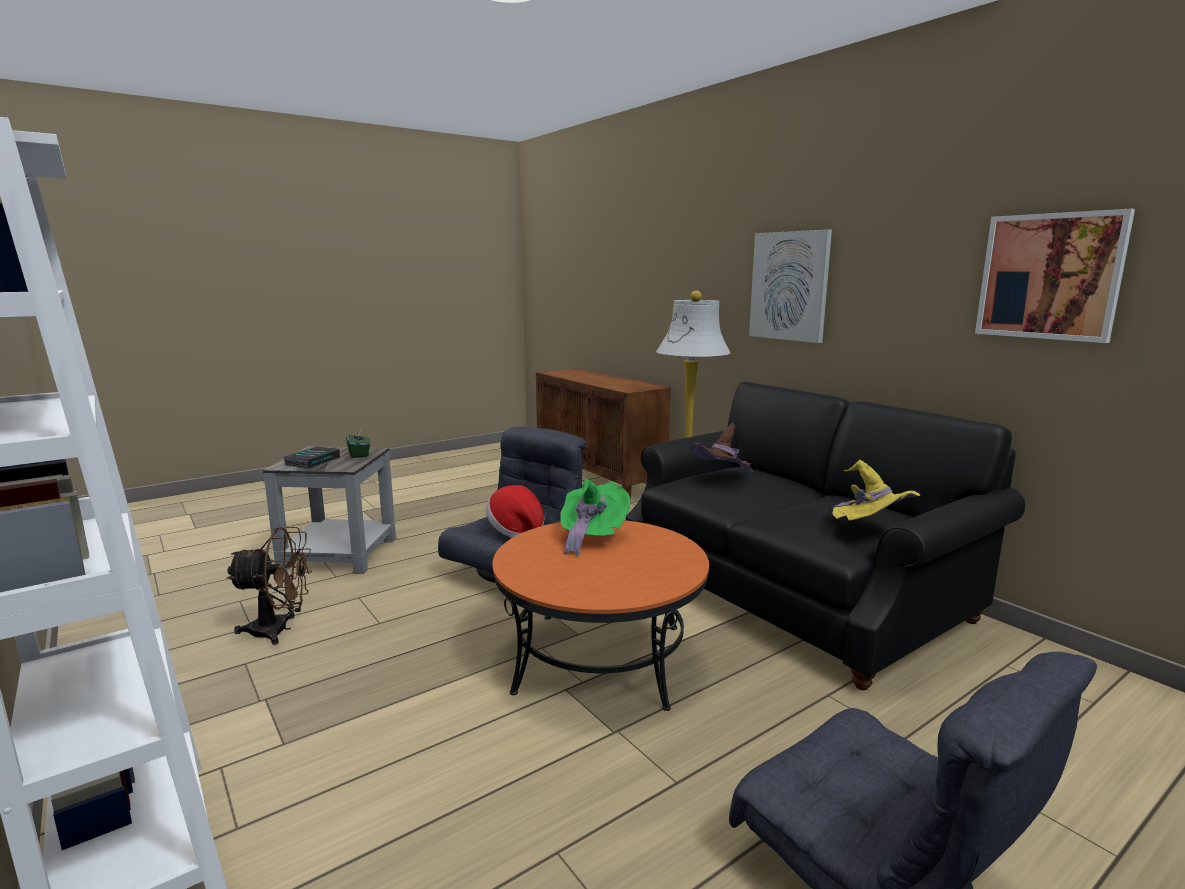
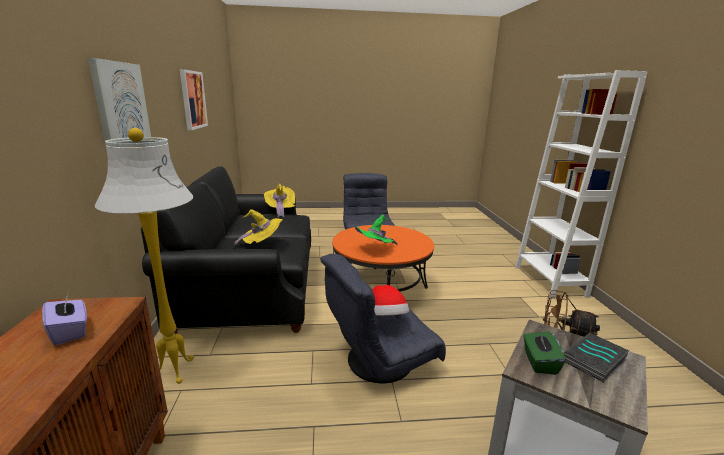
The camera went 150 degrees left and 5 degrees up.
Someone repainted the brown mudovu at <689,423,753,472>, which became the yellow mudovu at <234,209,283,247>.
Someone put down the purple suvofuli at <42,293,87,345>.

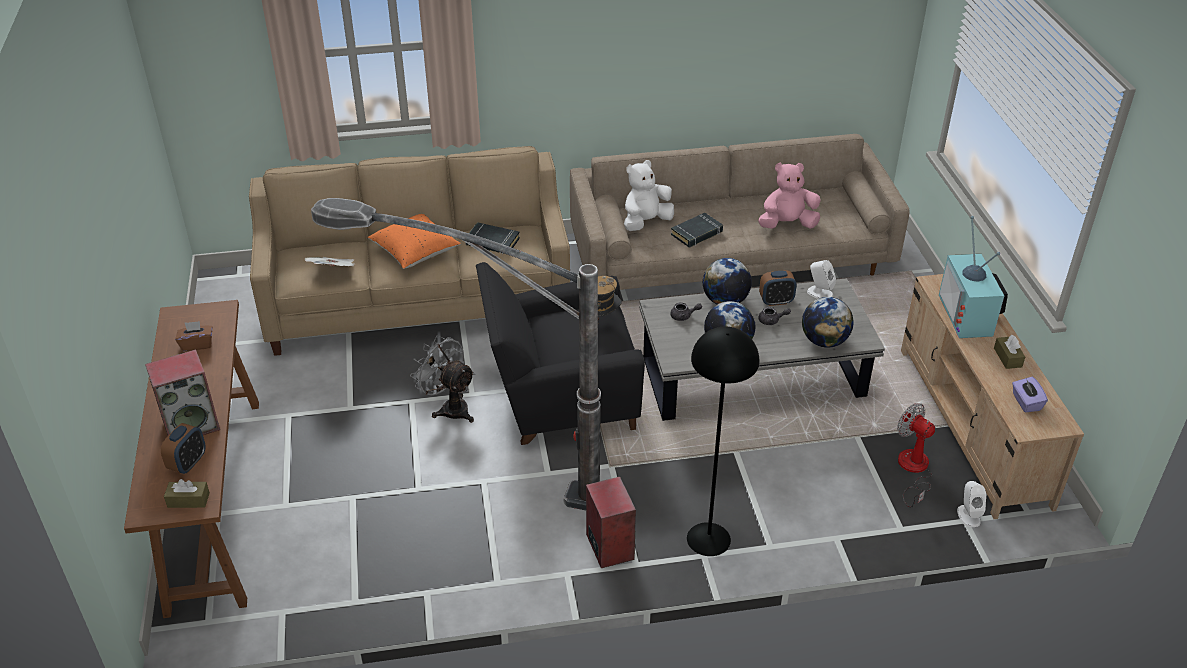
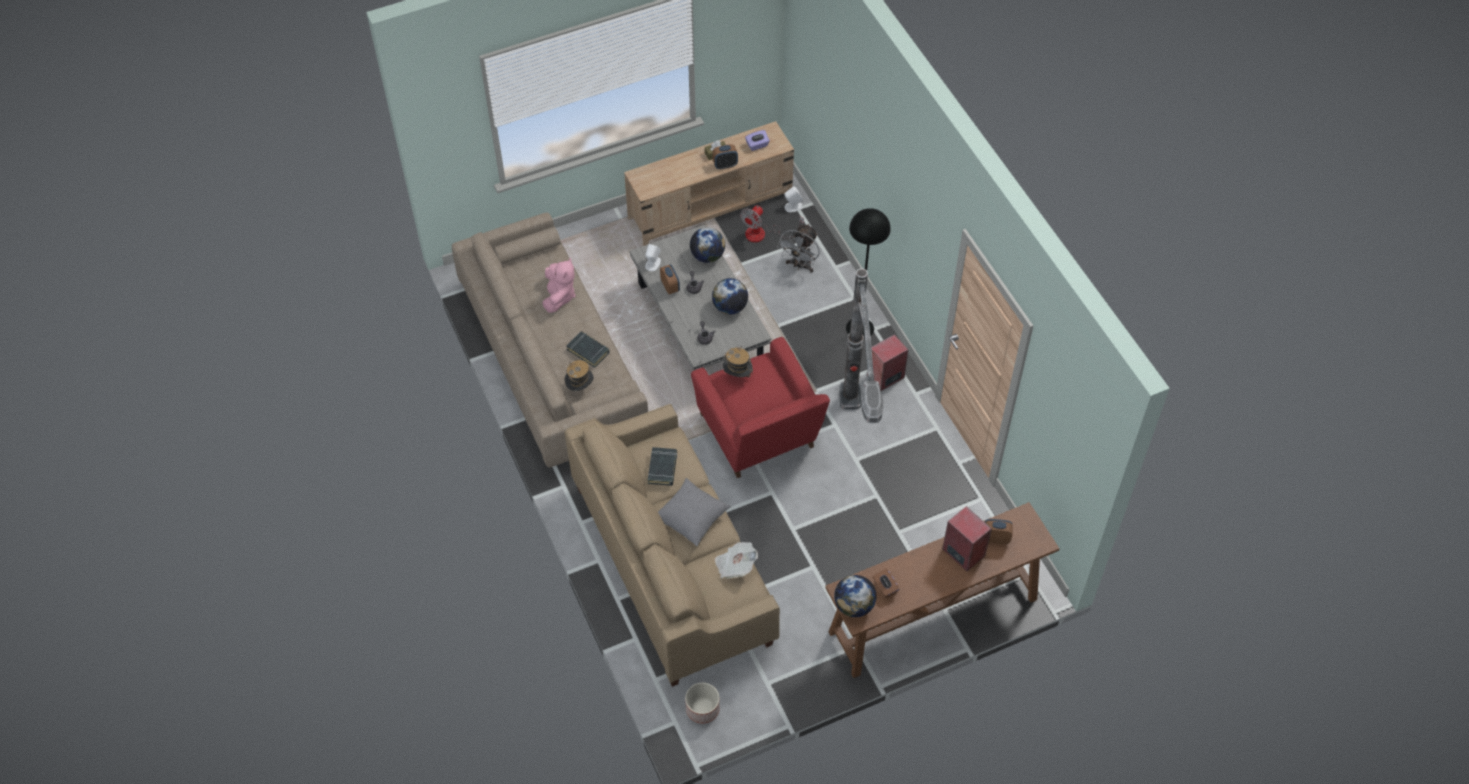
The camera went 105 degrees left and 15 degrees up.
Someone swapped the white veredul at <624,160,674,231> for the mudovu at <565,360,594,391>.
Someone rotated the pink veredul at <758,163,821,229> by 150 degrees counterclockwise.
Someone repainted the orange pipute at <368,214,461,269>, which became the grey pipute at <658,478,731,546>.
Someone took away the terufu at <939,216,1008,338>.
Someone carried the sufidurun from <703,258,752,304> to <834,575,876,617>.
Someone repainted the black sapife at <476,262,645,445>, which became the red sapife at <691,337,830,478>.
Someone carried the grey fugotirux from <410,335,475,423> to <777,224,820,273>.
Someone took away the brown suvofuli at <164,479,210,508>.
Someone put down the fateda at <712,144,738,170>.
Someone put down the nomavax at <685,682,720,724>.

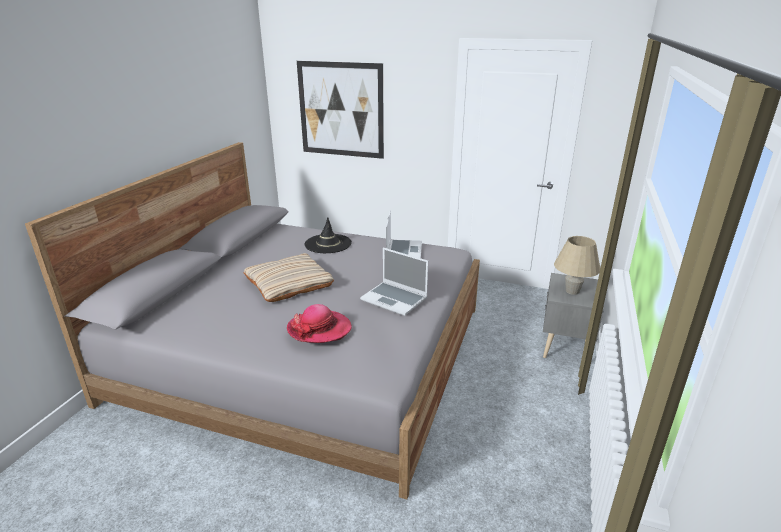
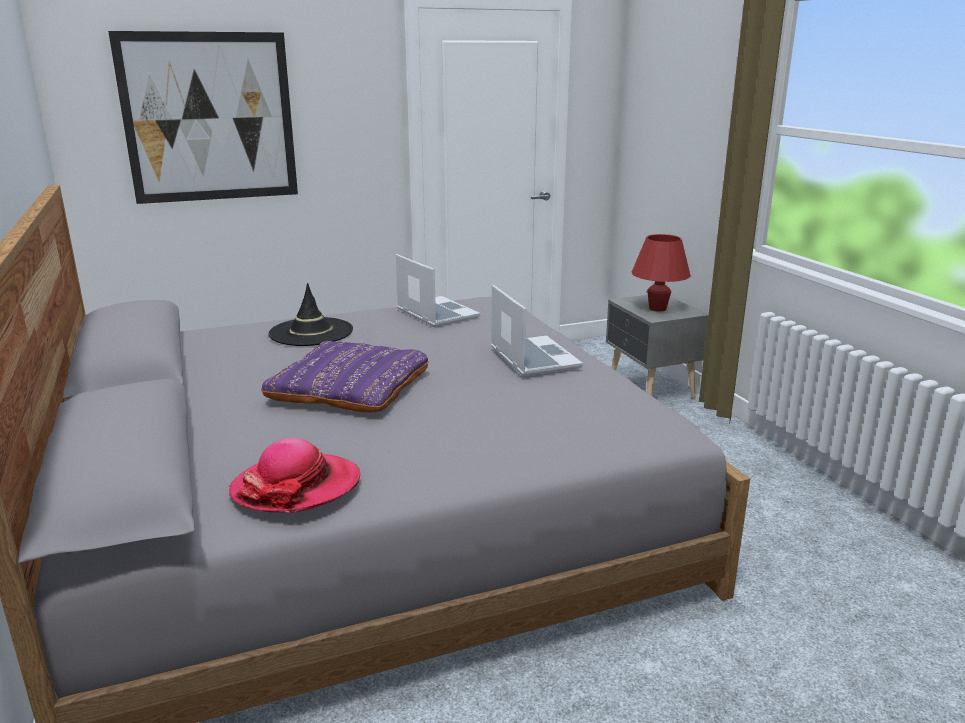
The camera went 40 degrees left and 5 degrees down.
Someone repainted the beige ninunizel at <554,236,600,295>, which became the red ninunizel at <632,234,691,312>.
Someone rotated the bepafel at <360,248,428,316> by 105 degrees counterclockwise.
Someone repainted the beige pipute at <244,253,334,302>, which became the purple pipute at <261,341,429,413>.
Someone carried the mudovu from <287,304,352,343> to <229,438,360,513>.

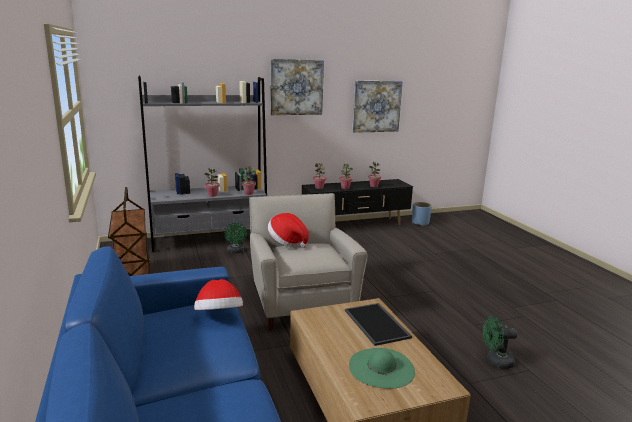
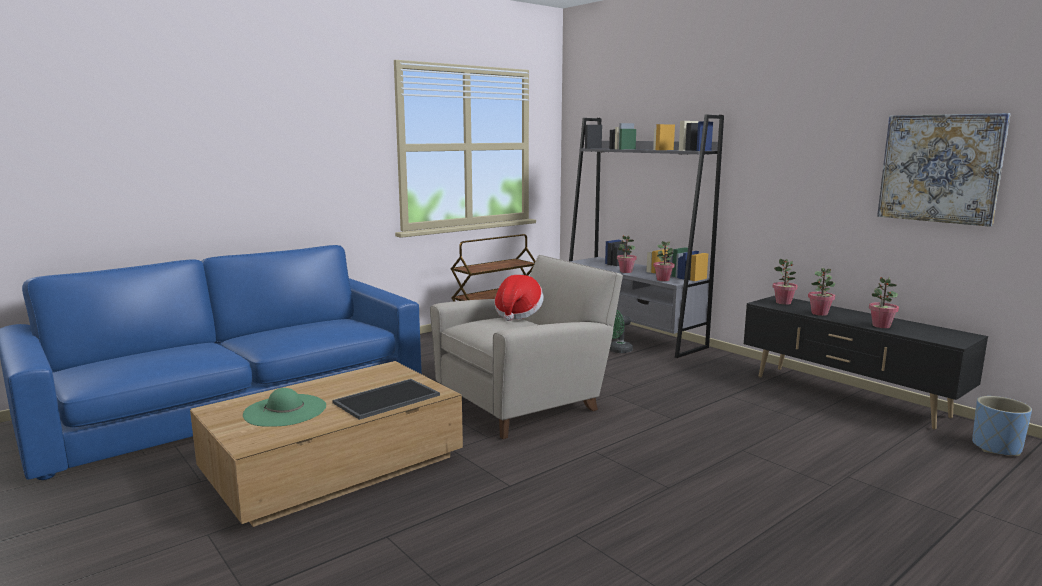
The camera went 70 degrees right and 5 degrees down.
Someone took away the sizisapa at <271,59,324,115>.
Someone took away the mudovu at <194,279,243,310>.
Someone took away the green fugotirux at <483,316,518,369>.

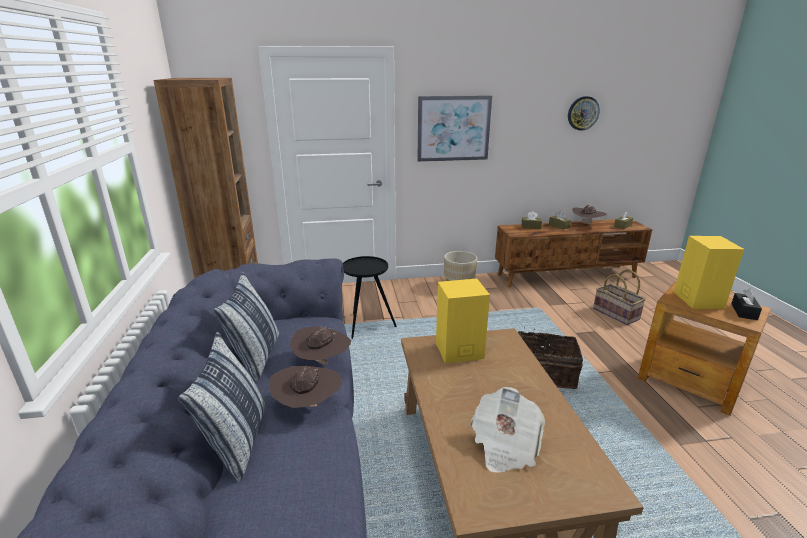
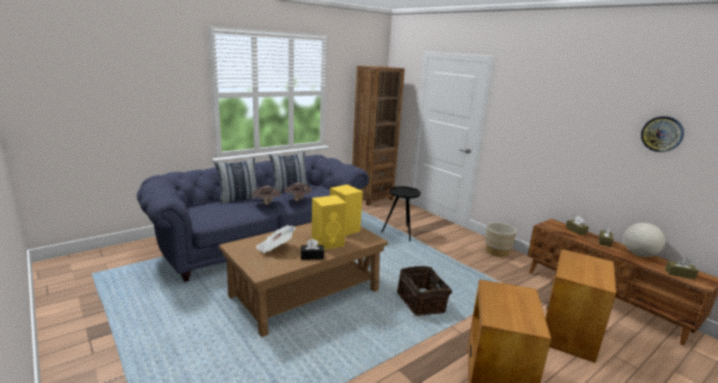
The camera went 60 degrees right and 5 degrees down.
Someone took away the sizisapa at <417,95,492,162>.
Someone swapped the brown mudovu at <572,205,607,225> for the sufidurun at <624,223,665,257>.
Someone carried the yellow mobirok from <674,236,744,309> to <312,195,346,250>.
Someone swapped the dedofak at <593,270,646,325> for the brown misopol at <545,249,616,363>.
Someone carried the black suvofuli from <731,289,762,320> to <301,239,324,260>.

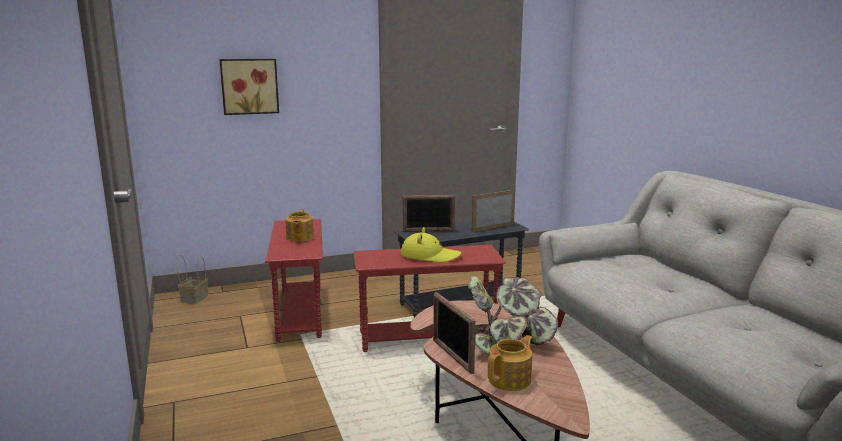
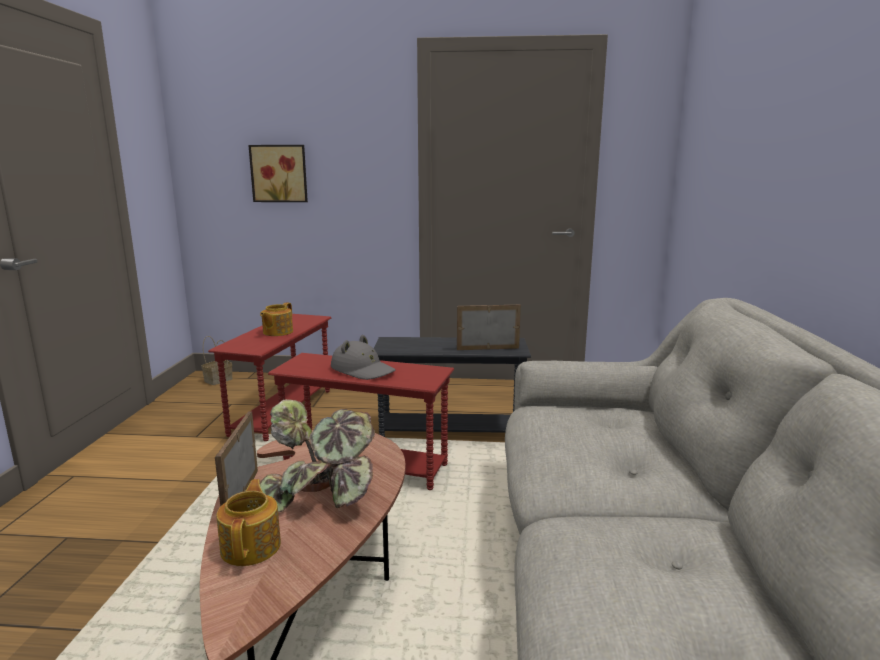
The camera went 25 degrees right and 0 degrees up.
Someone took away the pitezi at <403,195,455,232>.
Someone repainted the yellow mudovu at <401,227,461,262>, which became the grey mudovu at <331,335,396,380>.
Someone rotated the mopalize at <488,335,533,391> by 75 degrees counterclockwise.

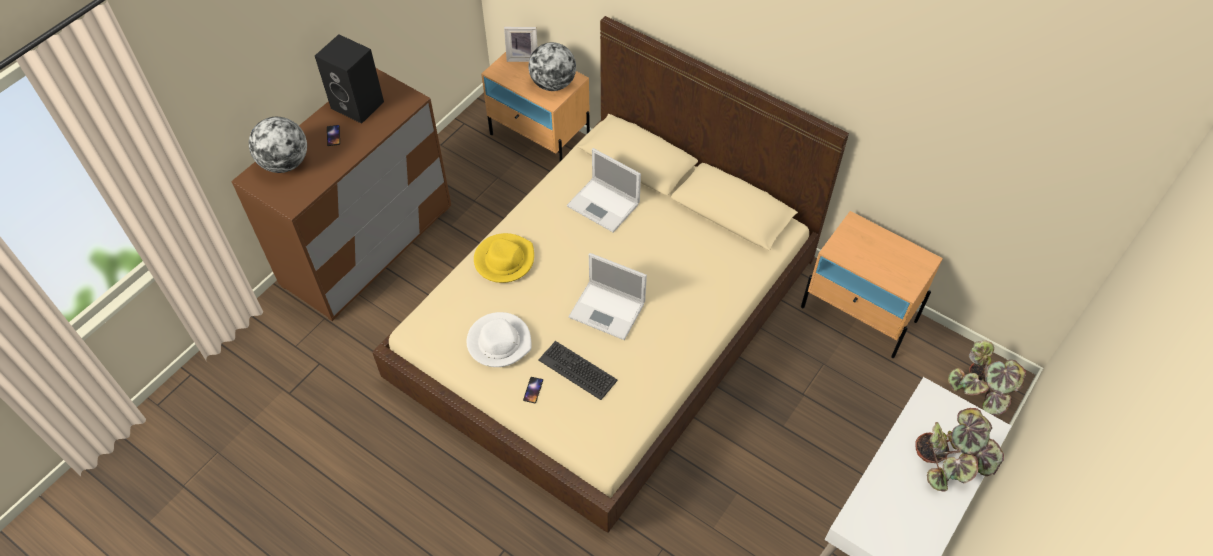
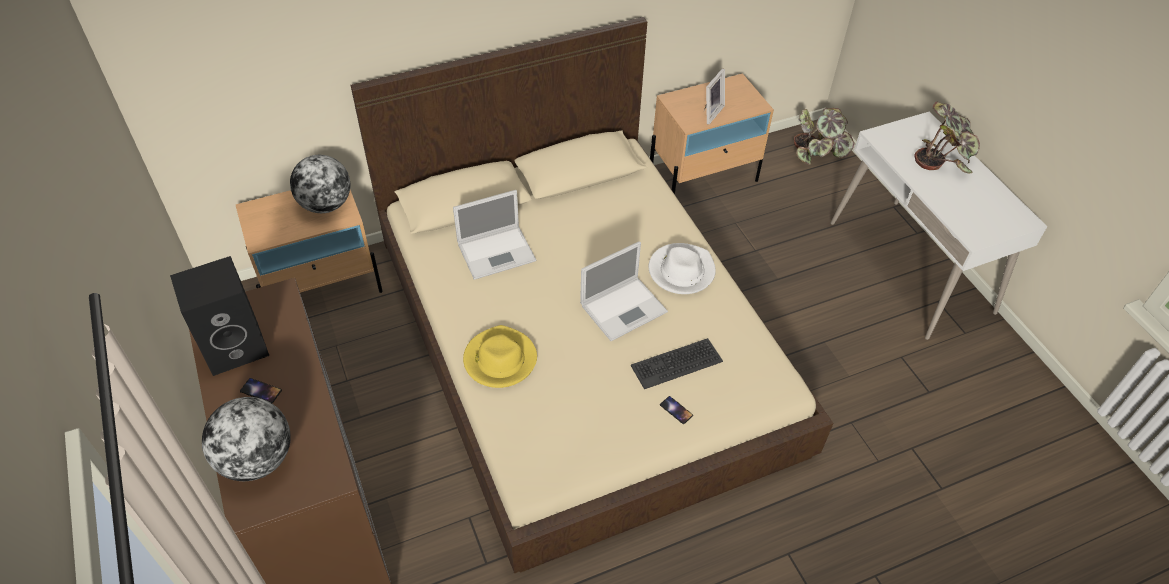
The camera went 60 degrees left and 5 degrees down.
Someone carried the pitezi from <504,27,538,62> to <704,68,725,125>.
Someone carried the white mudovu from <467,312,531,367> to <649,243,716,294>.

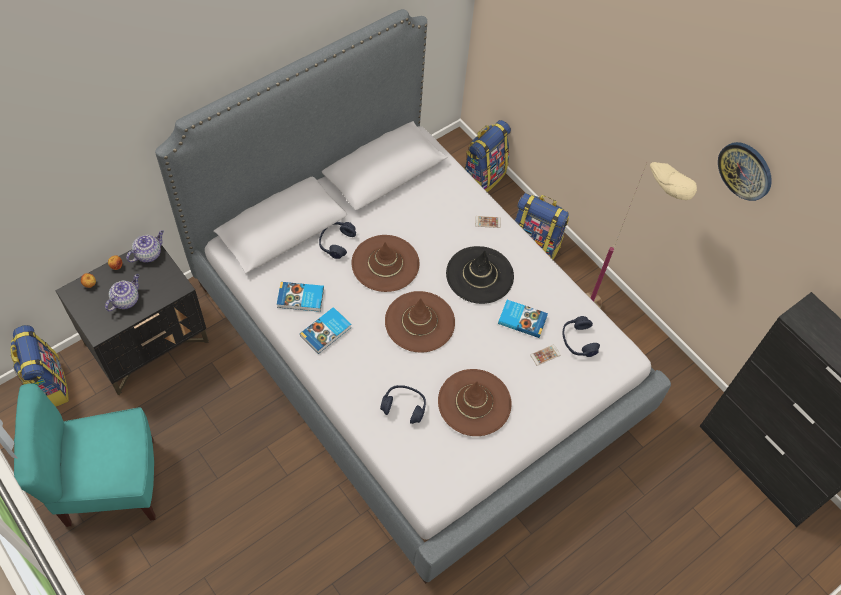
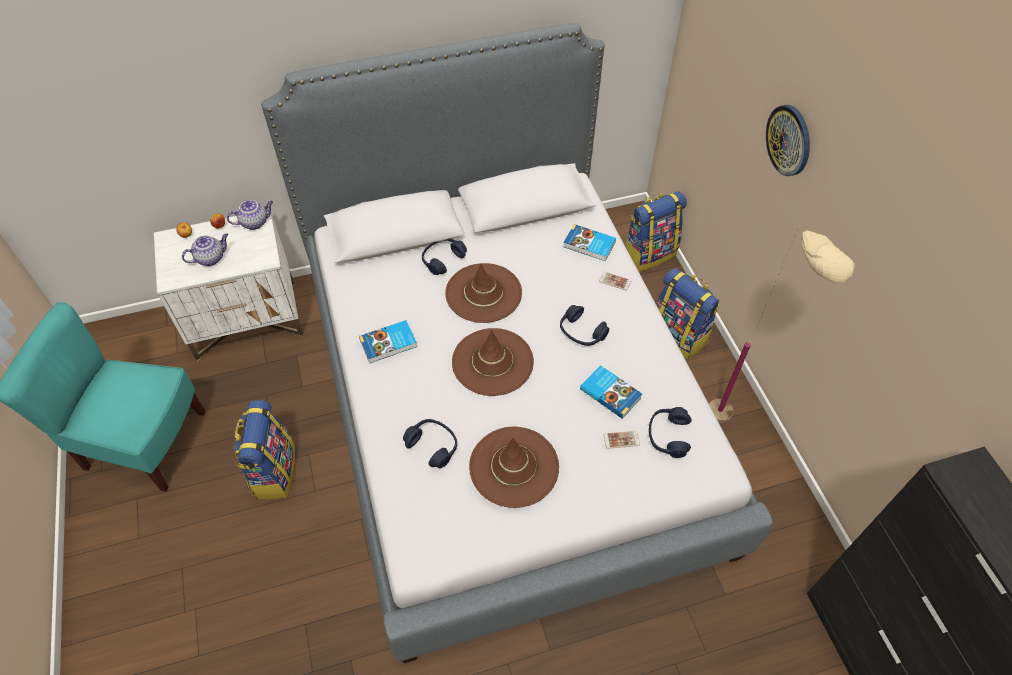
The camera went 25 degrees right and 5 degrees down.
Someone carried the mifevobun from <718,142,772,201> to <766,105,810,176>.
Someone repainted the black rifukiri at <55,245,209,395>, which became the white rifukiri at <154,213,304,361>.
Someone swapped the black mudovu at <446,246,514,304> for the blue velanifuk at <560,305,609,346>.
Someone carried the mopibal from <277,282,324,312> to <563,224,616,261>.
Someone carried the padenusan from <10,325,69,407> to <235,400,295,499>.

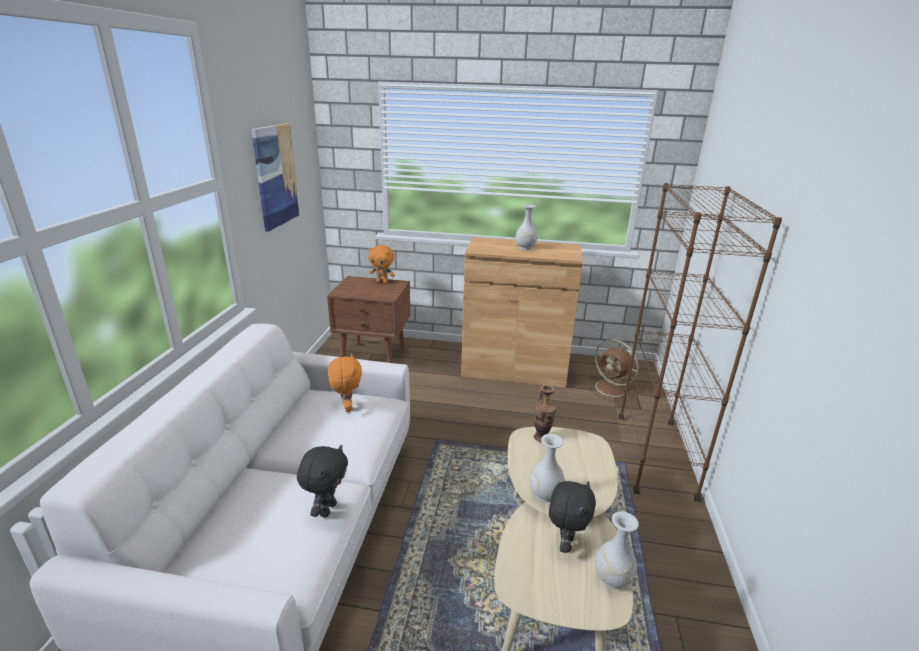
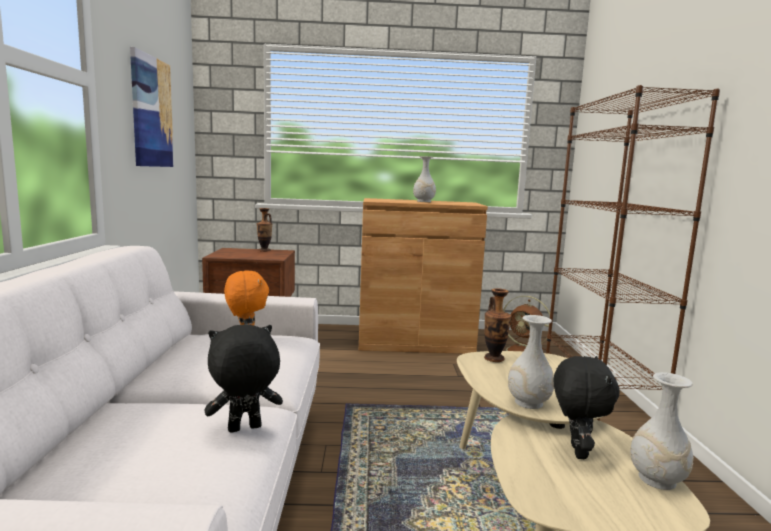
The camera went 10 degrees left and 15 degrees down.
Someone swapped the orange veredul at <368,245,395,284> for the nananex at <257,208,272,252>.
Someone rotated the black veredul at <297,445,348,518> by 120 degrees counterclockwise.

